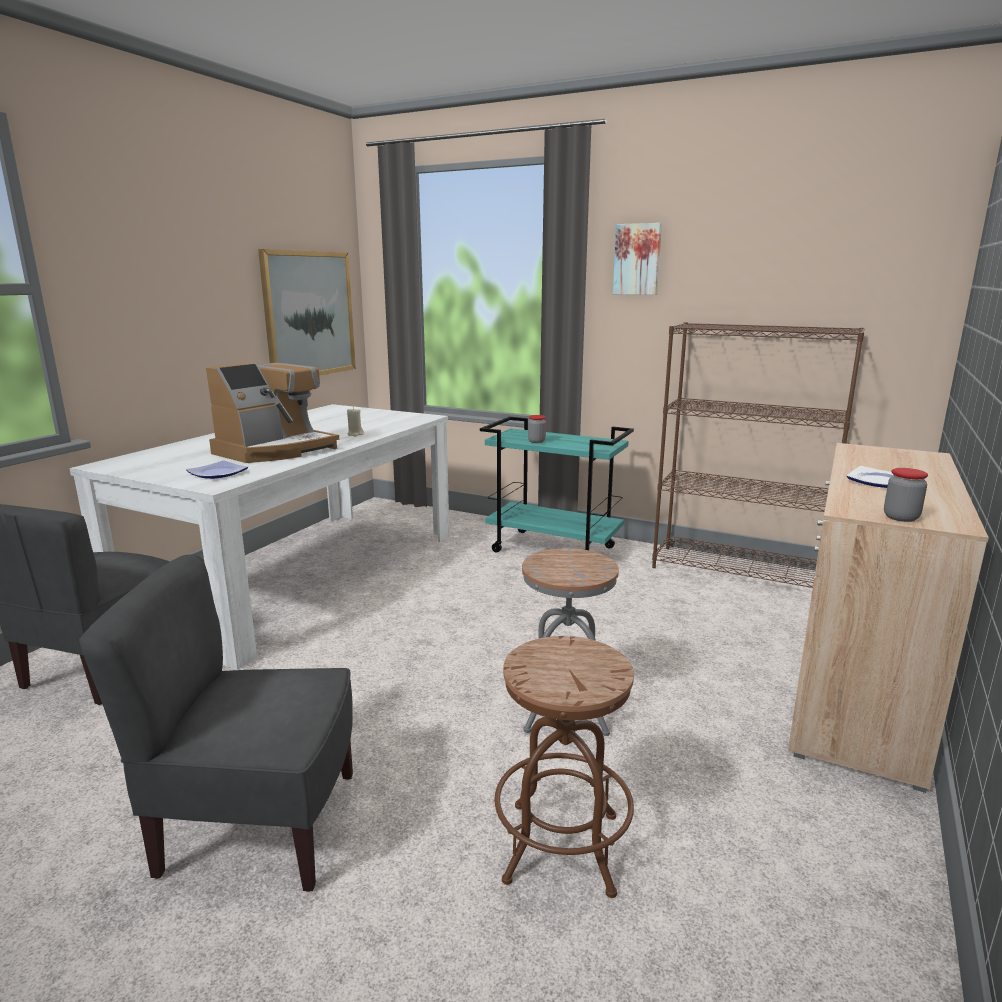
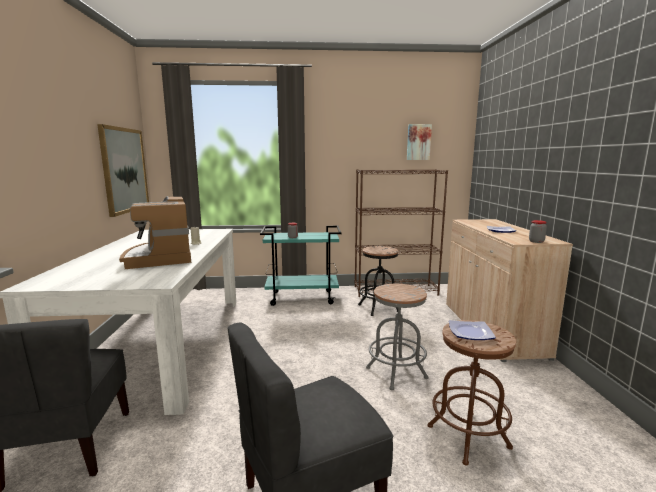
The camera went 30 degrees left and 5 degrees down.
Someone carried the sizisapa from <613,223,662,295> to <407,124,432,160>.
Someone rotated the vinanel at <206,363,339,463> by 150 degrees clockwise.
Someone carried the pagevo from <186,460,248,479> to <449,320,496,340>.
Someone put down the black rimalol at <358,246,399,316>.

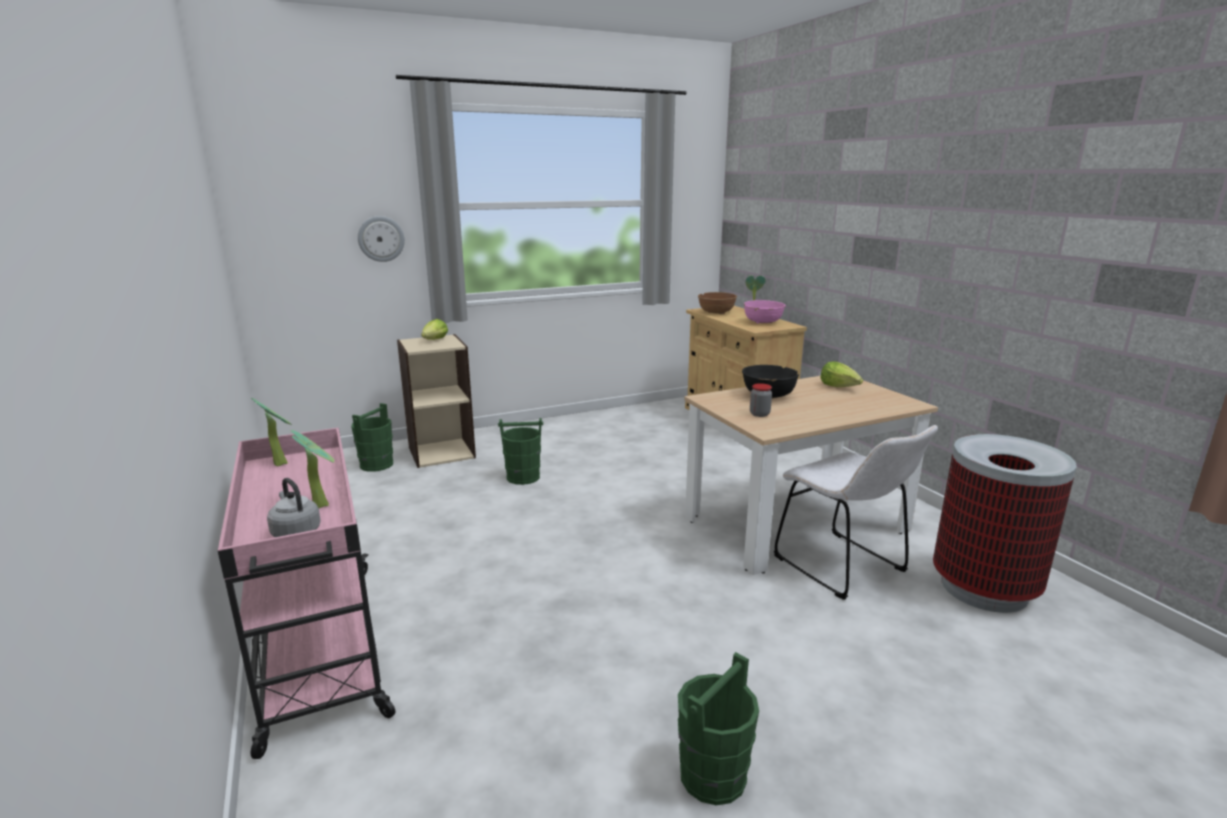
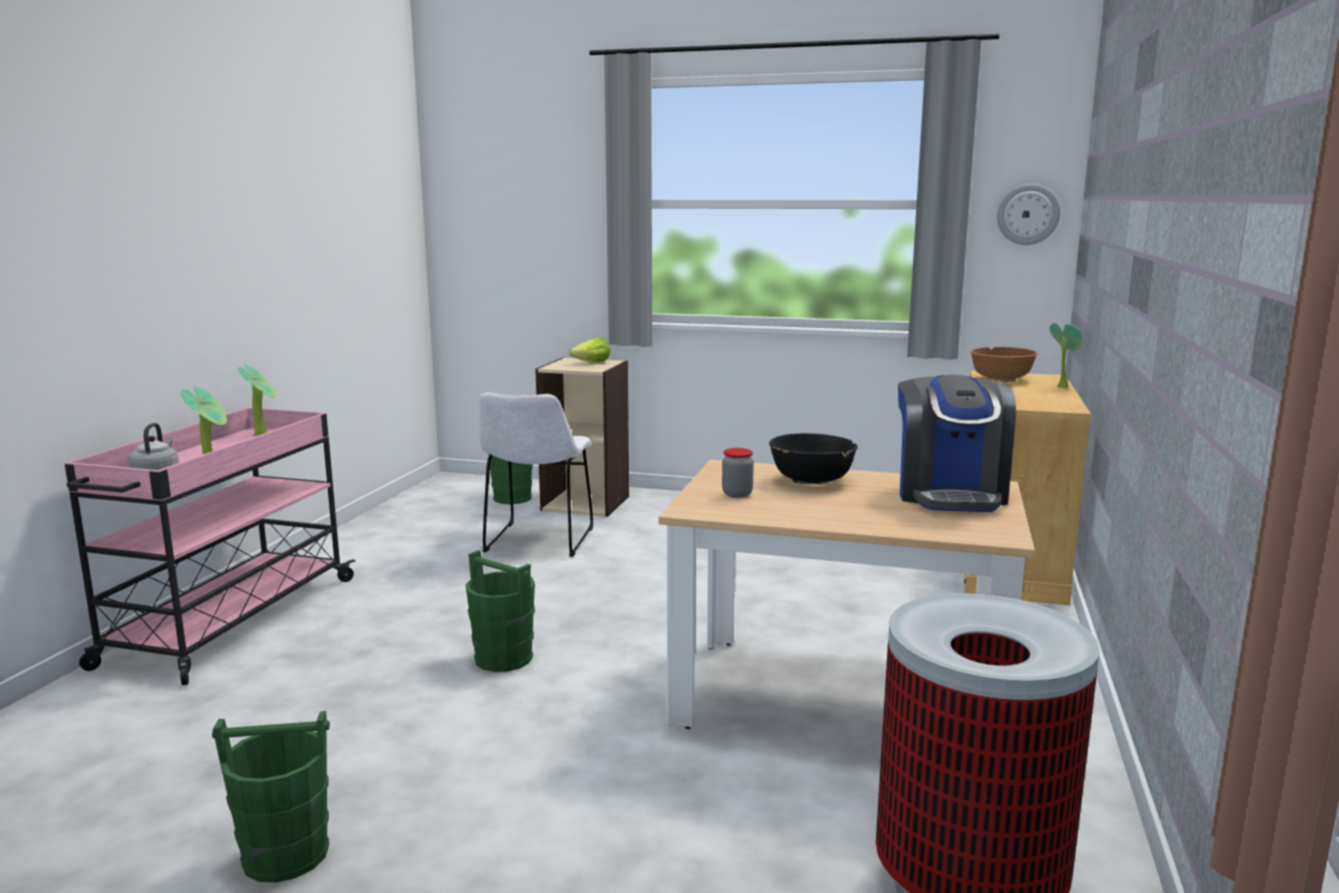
The camera went 40 degrees right and 5 degrees down.
Someone carried the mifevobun from <358,216,405,262> to <997,184,1060,245>.
Someone took away the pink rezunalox at <744,300,786,324>.
Someone swapped the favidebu at <821,362,863,387> for the vinanel at <898,375,1016,512>.
Someone carried the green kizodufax from <498,418,543,485> to <466,550,535,672>.
Someone carried the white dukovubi from <774,425,938,600> to <479,392,593,557>.

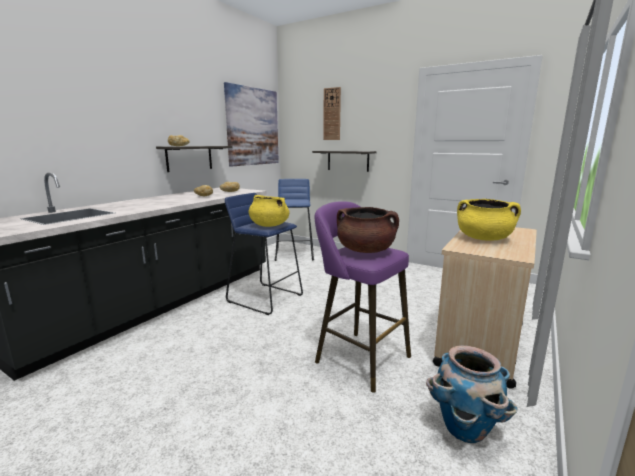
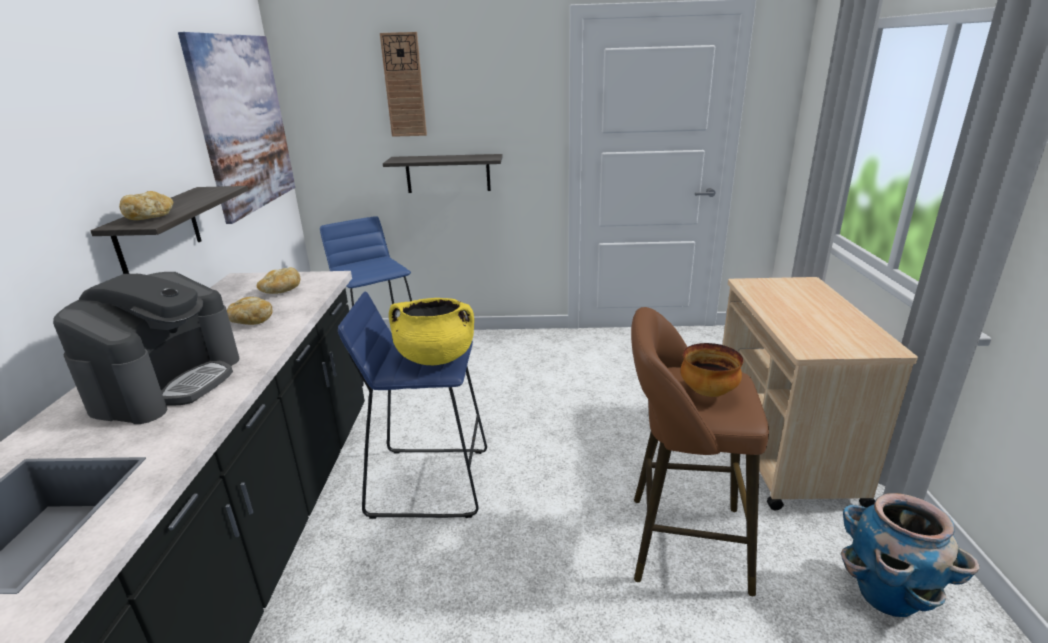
The camera went 30 degrees left and 10 degrees up.
Someone took away the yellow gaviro at <457,199,521,241>.
Someone repainted the purple rimalol at <315,201,411,393>, which became the brown rimalol at <631,307,769,596>.
Someone swapped the brown gaviro at <337,207,399,253> for the rezunalox at <681,343,743,397>.
Someone put down the vinanel at <53,272,239,424>.

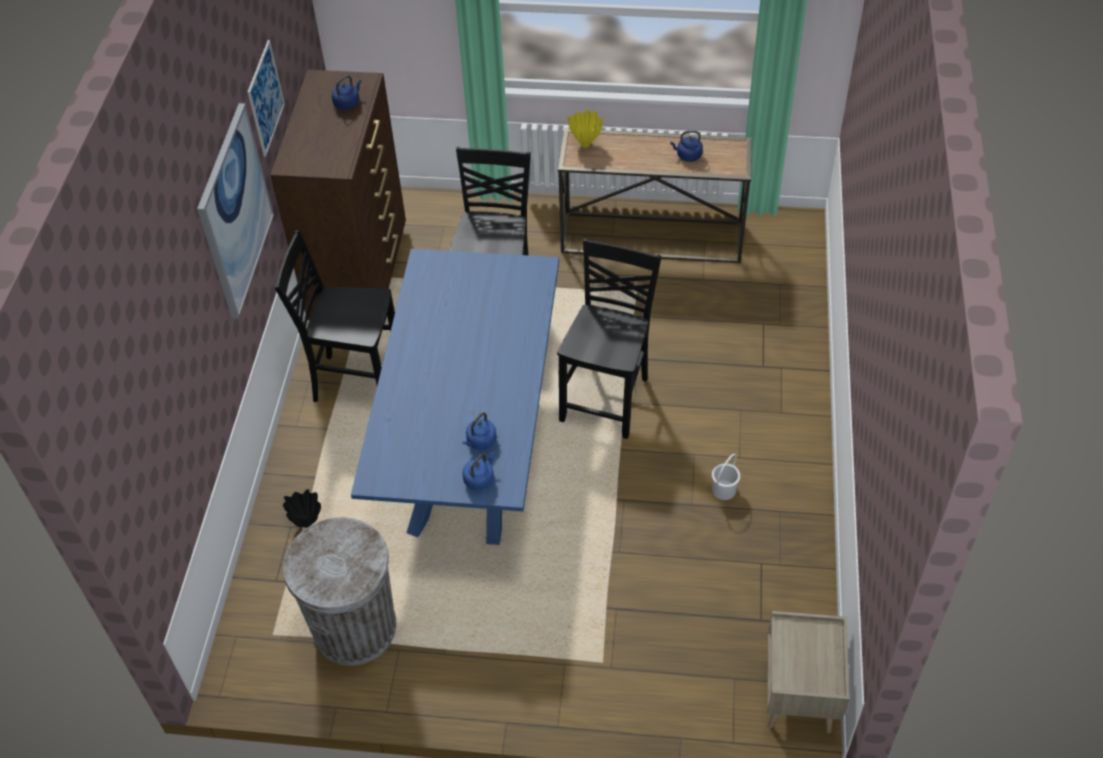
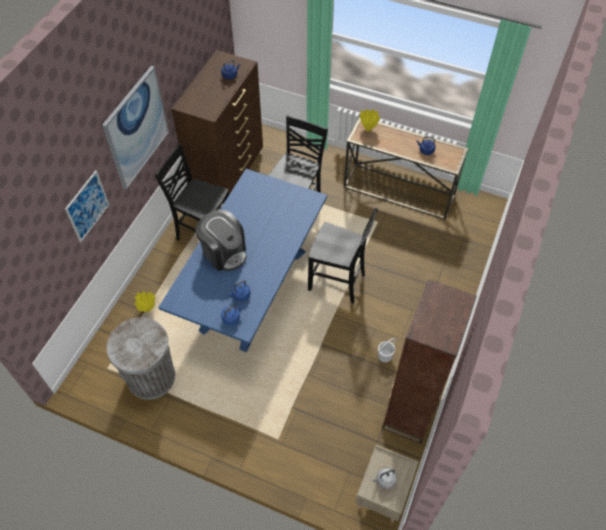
The camera went 15 degrees right and 5 degrees up.
Someone carried the sizisapa from <248,40,285,157> to <65,171,109,242>.
Someone rotated the black dukovubi at <557,239,662,439> by 75 degrees clockwise.
Someone repainted the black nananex at <283,489,321,528>, which became the yellow nananex at <134,291,155,312>.
Someone put down the vinanel at <195,210,246,271>.
Someone put down the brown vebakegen at <382,279,477,444>.
Someone put down the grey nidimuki at <372,467,397,489>.

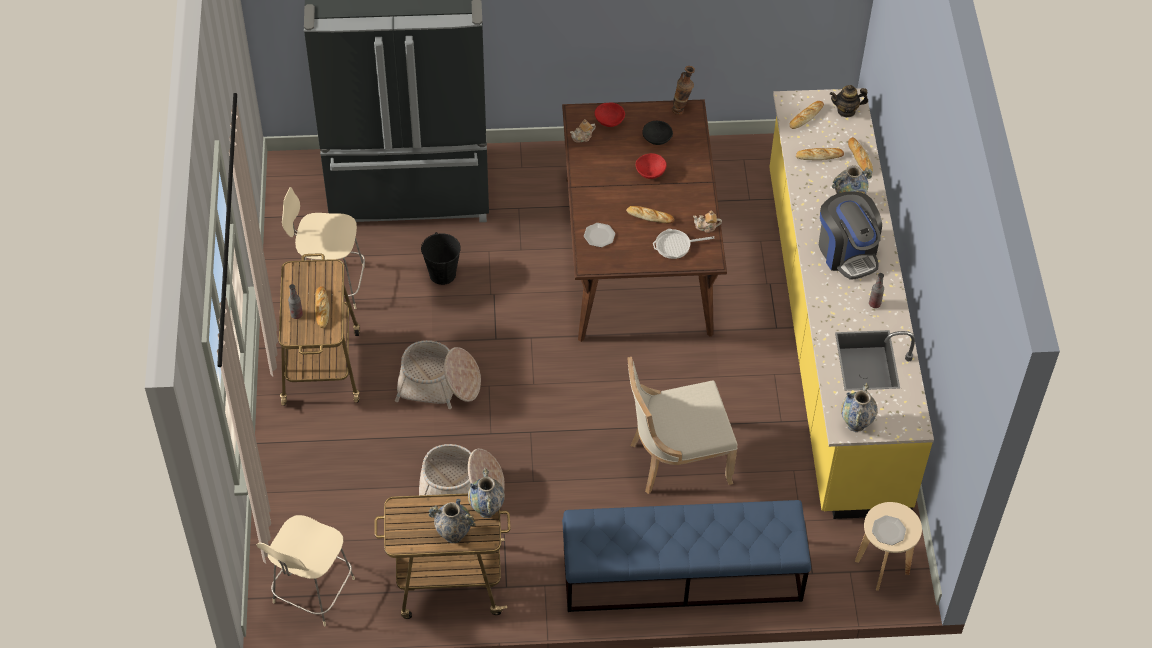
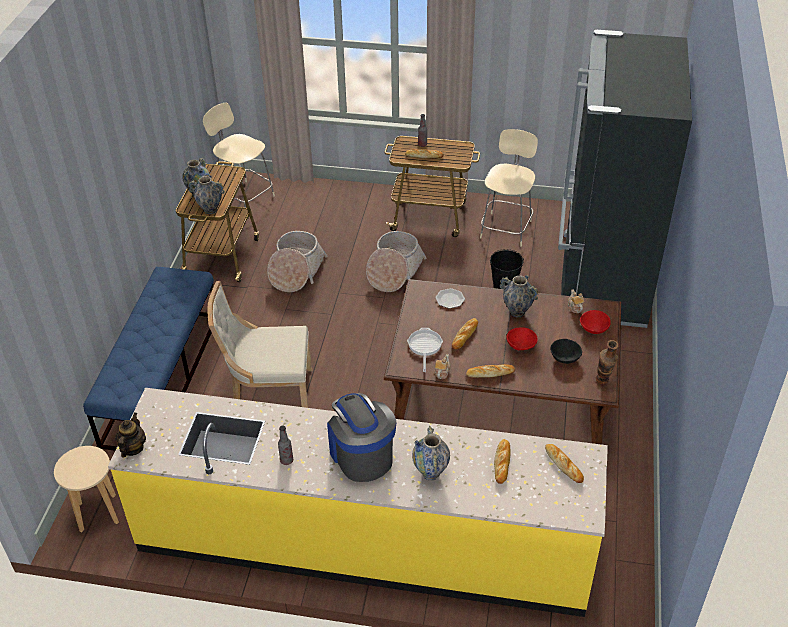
The camera went 105 degrees right and 10 degrees down.
Someone carried the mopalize from <830,85,868,117> to <115,412,146,457>.
Someone carried the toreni from <848,137,873,172> to <466,364,515,378>.
Someone rotated the vinanel at <819,192,882,280> by 75 degrees clockwise.
Someone rotated the beige dukovubi at <628,357,738,494> by 90 degrees counterclockwise.
Someone carried the nananex from <841,383,878,432> to <500,275,538,317>.
Someone took away the pagevo at <872,515,906,545>.

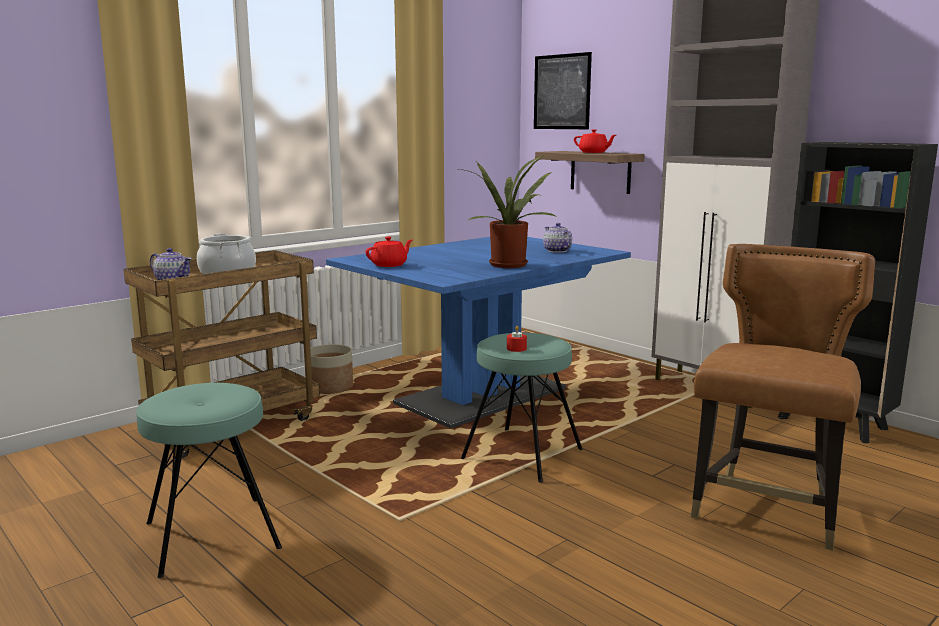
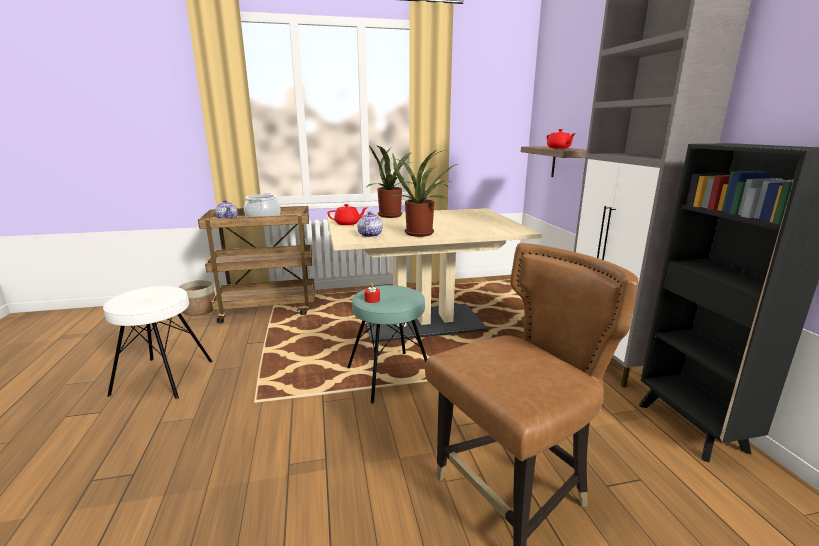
The camera went 30 degrees right and 5 degrees up.
Someone took away the sizisapa at <534,52,592,129>.
Someone carried the mopalize from <543,223,572,253> to <357,211,382,237>.
Someone repainted the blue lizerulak at <326,237,631,429>, which became the beige lizerulak at <327,208,542,343>.
Someone carried the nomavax from <310,344,353,394> to <178,280,215,316>.
Someone repainted the turquoise rimalol at <136,383,282,578>, which became the white rimalol at <103,286,212,399>.
Someone put down the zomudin at <367,146,413,218>.

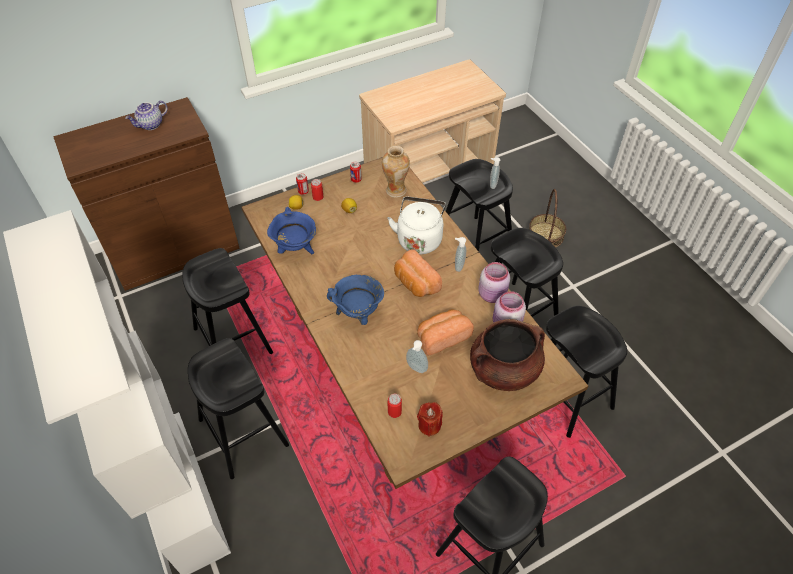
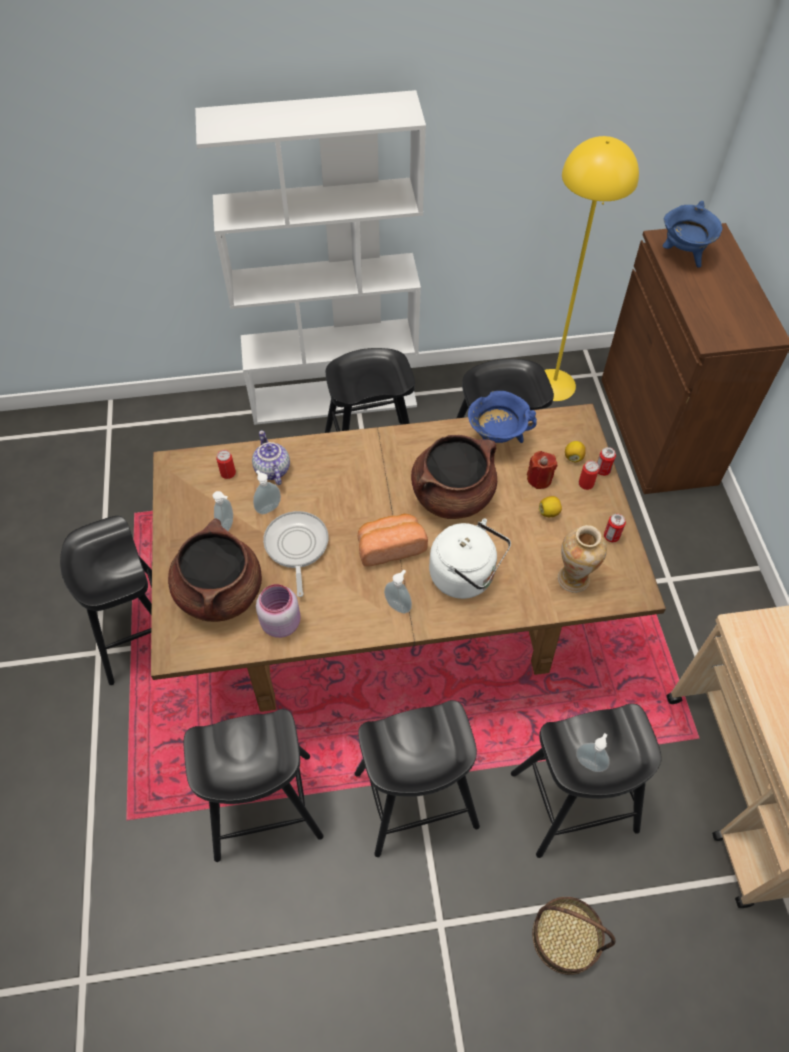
The camera went 110 degrees right and 5 degrees up.
Someone carried the mopalize from <125,101,168,130> to <252,430,290,485>.
Someone took away the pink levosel at <479,262,510,303>.
Someone carried the blue gaviro from <327,275,384,325> to <663,201,722,268>.
Someone swapped the toreni at <417,309,474,355> for the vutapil at <263,511,329,597>.
Someone carried the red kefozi from <417,402,443,437> to <527,451,557,489>.
Someone put down the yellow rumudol at <544,136,639,401>.
Someone put down the brown gaviro at <411,435,497,519>.
Someone put down the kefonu at <213,491,233,531>.

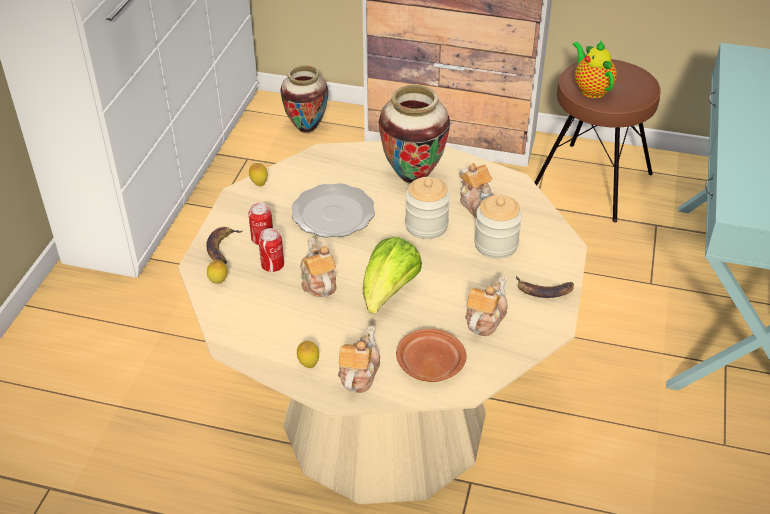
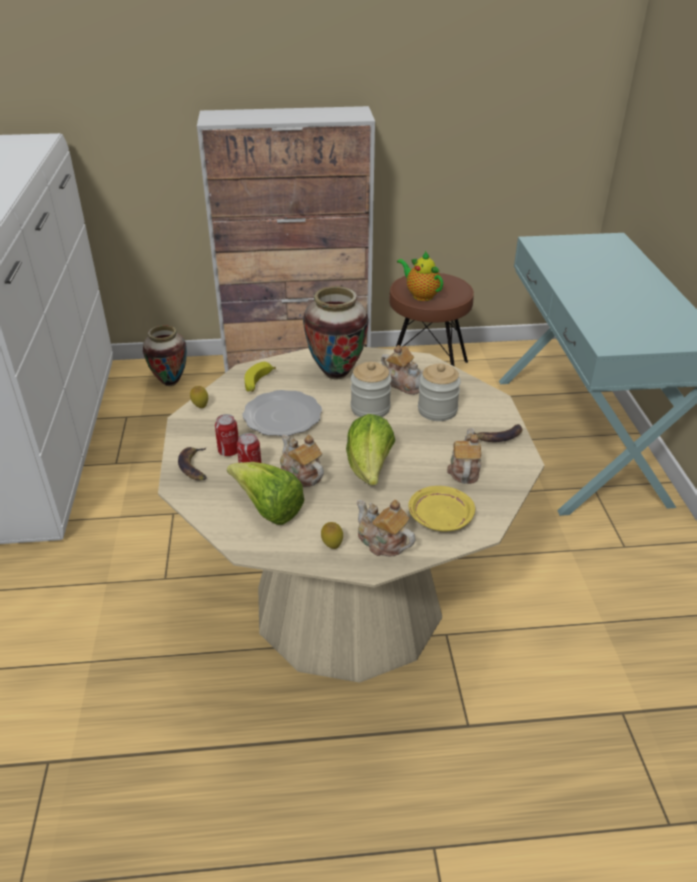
The camera went 20 degrees left and 5 degrees down.
Someone took away the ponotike at <207,260,228,284>.
Someone rotated the mopalize at <338,326,380,393> by 45 degrees counterclockwise.
Someone repainted the brown pagevo at <396,329,467,382>, which became the yellow pagevo at <408,486,475,531>.
Someone put down the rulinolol at <245,362,276,392>.
Someone put down the favidebu at <227,462,304,525>.

